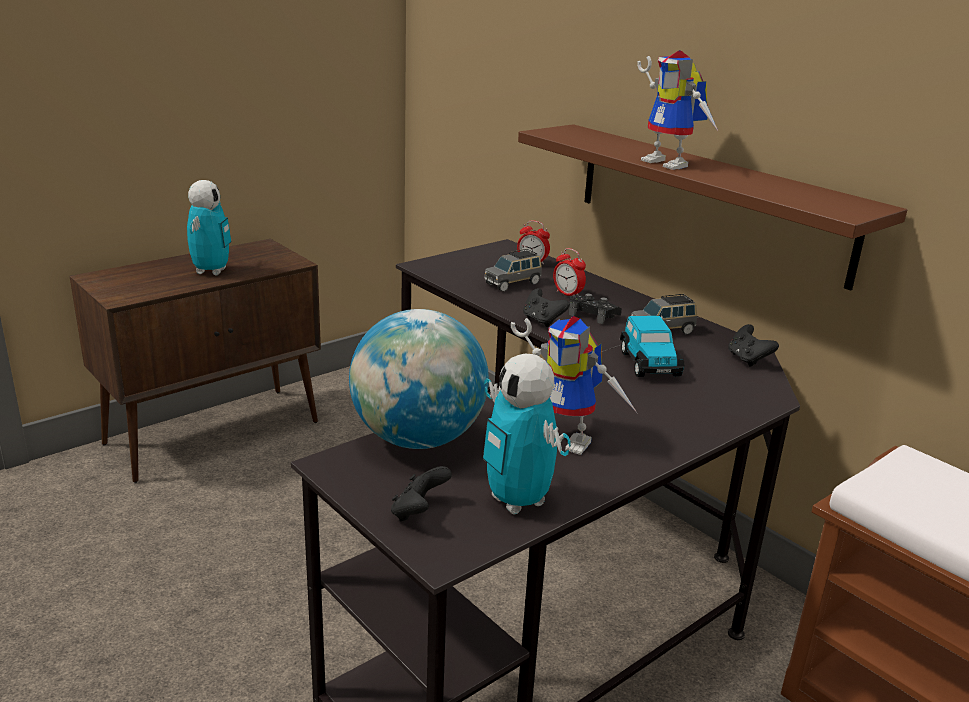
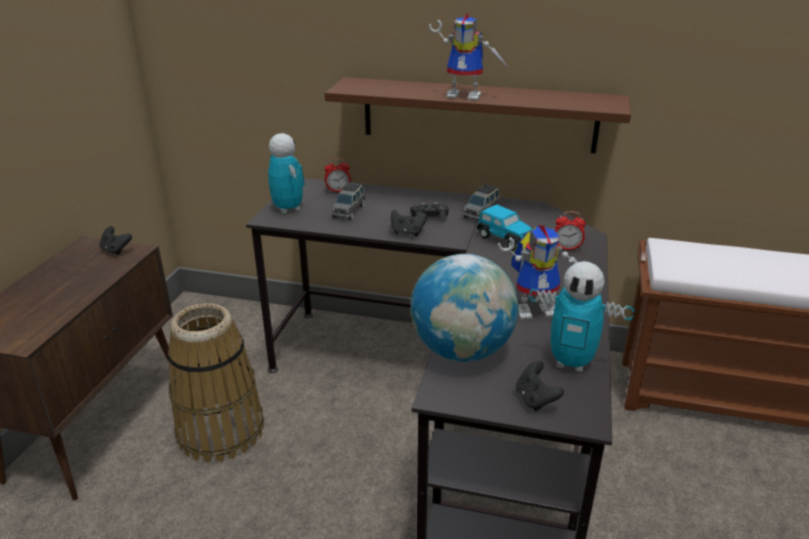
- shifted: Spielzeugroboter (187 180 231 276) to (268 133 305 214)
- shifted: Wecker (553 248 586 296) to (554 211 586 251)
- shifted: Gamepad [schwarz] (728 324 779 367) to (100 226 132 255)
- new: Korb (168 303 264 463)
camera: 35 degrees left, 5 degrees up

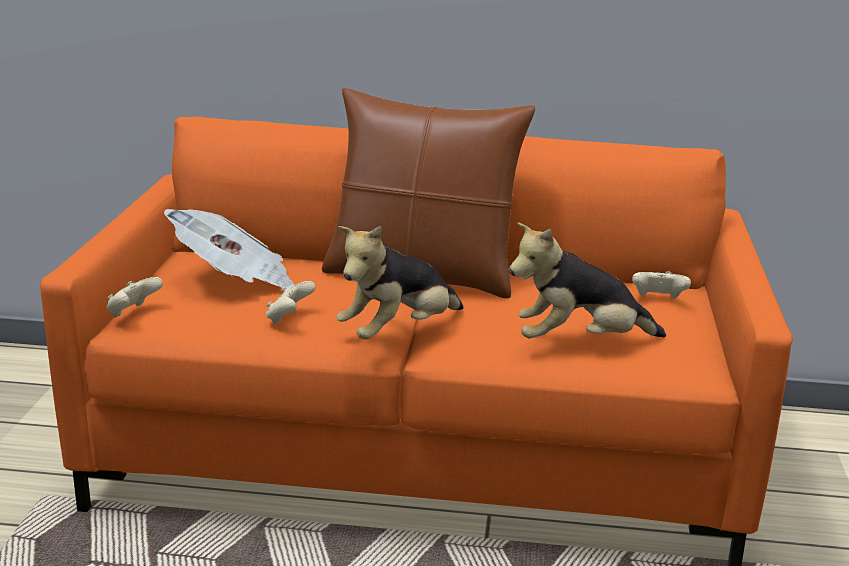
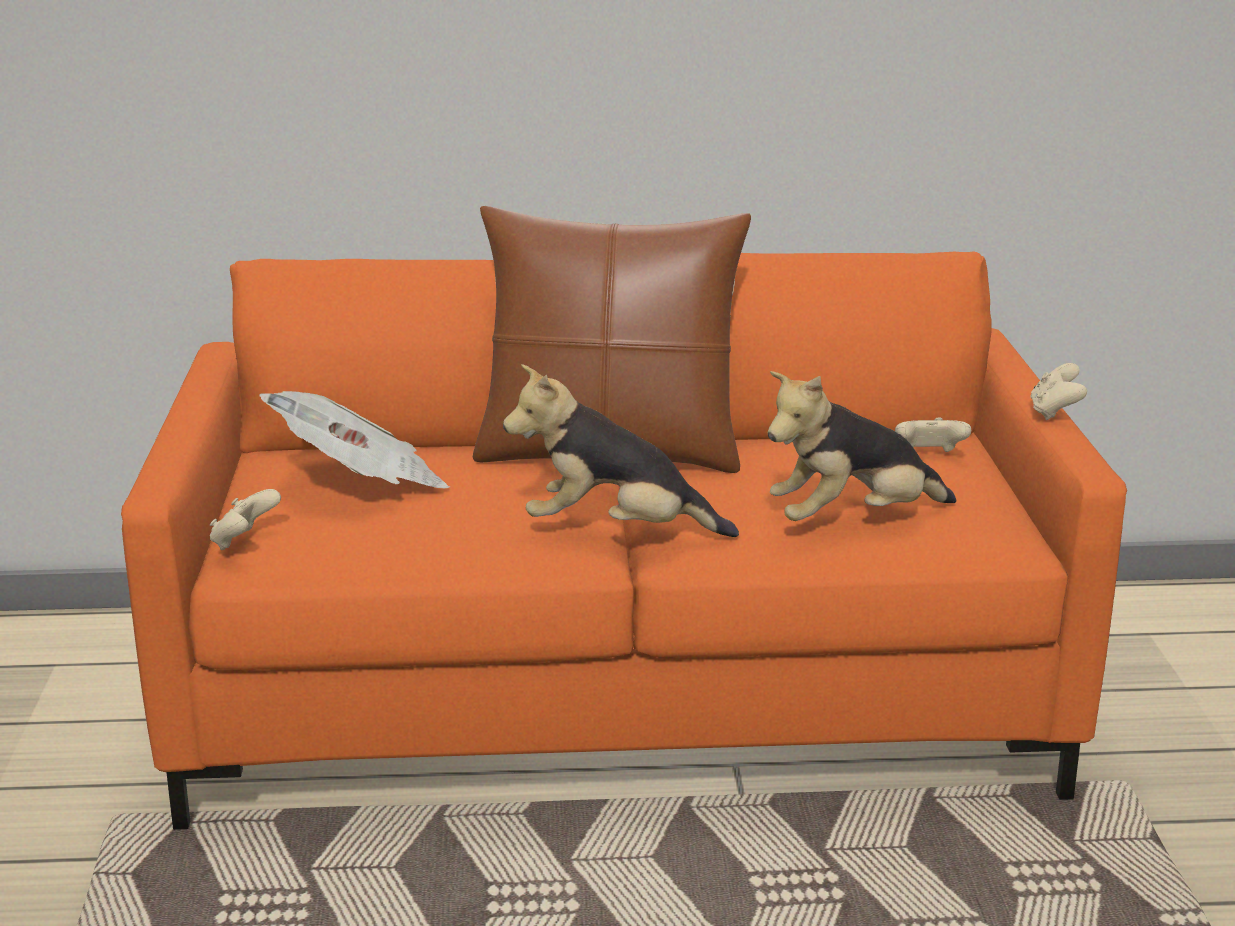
- rotated: Plüschtier (336 226 463 339) = (503 364 739 537) 60 degrees clockwise
- shifted: Gamepad [beige] (266 281 316 324) to (1030 363 1087 420)
camera: 10 degrees left, 0 degrees up

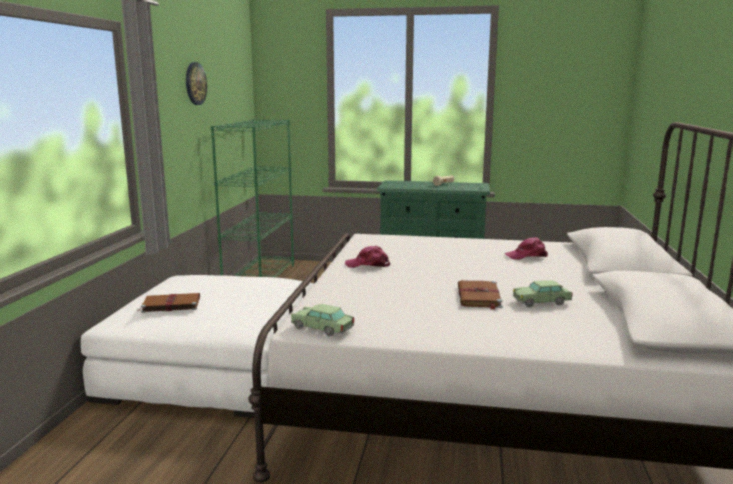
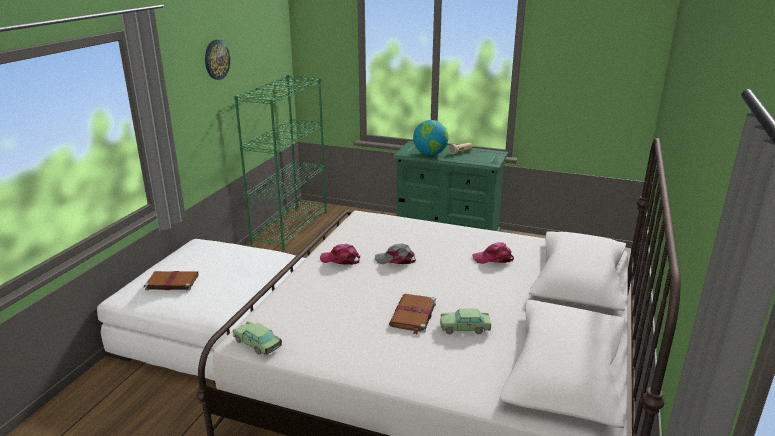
- new: Globus (413 120 449 155)
- new: Kappe [grau] (375 244 416 264)
camera: 10 degrees right, 10 degrees up

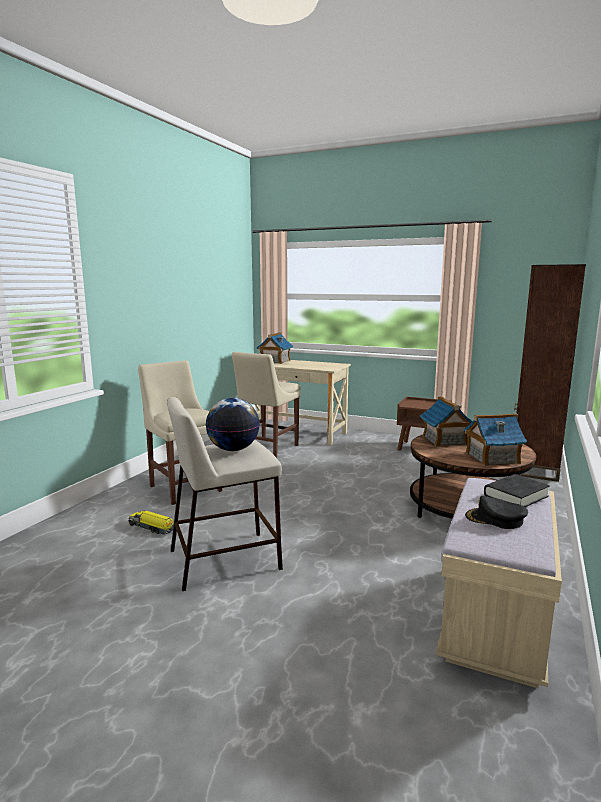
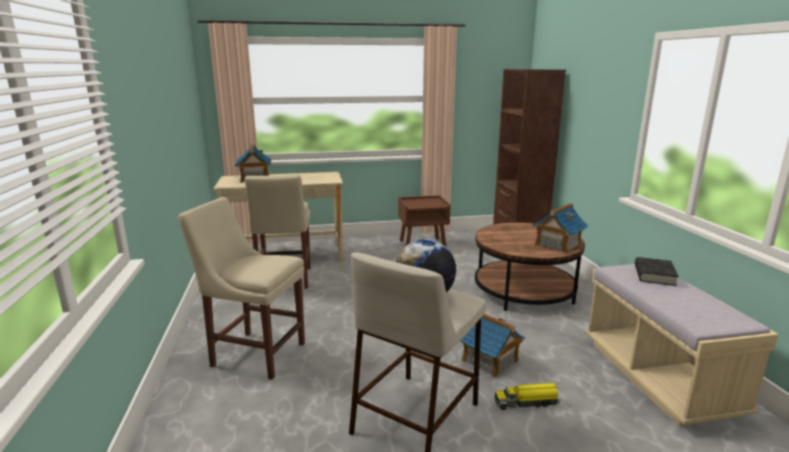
- shifted: Spielzeughaus (420 397 472 447) to (460 314 525 378)
- gone: Kappe [schwarz] (465 496 528 529)
- shifted: Spielzeuglaster (129 510 174 535) to (494 383 560 410)
camera: 35 degrees left, 5 degrees up

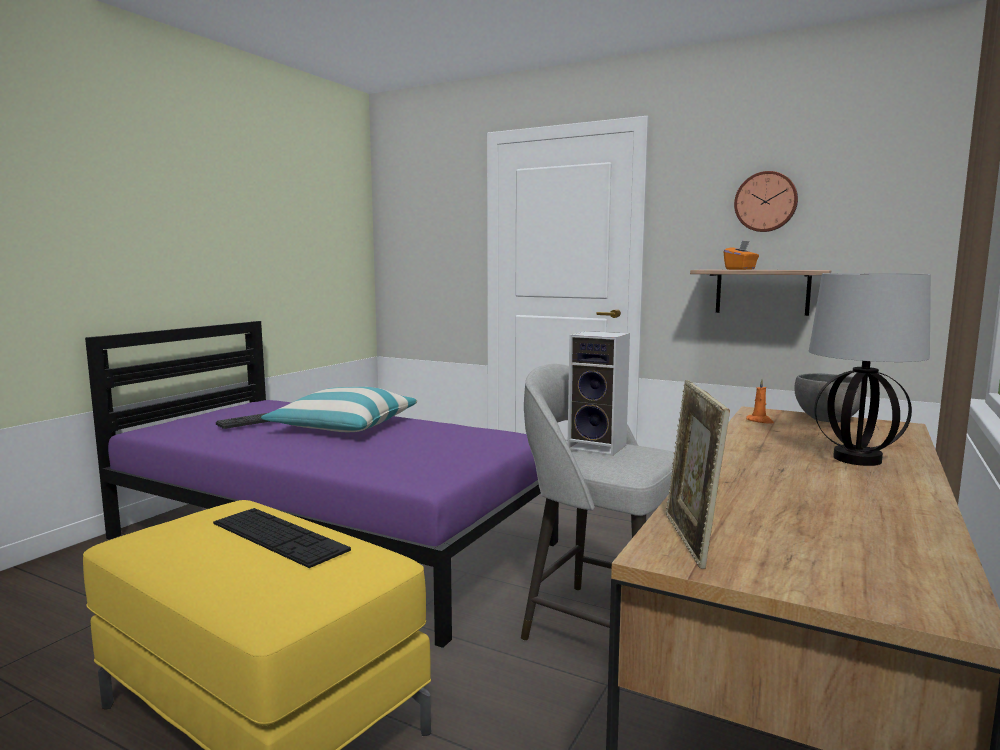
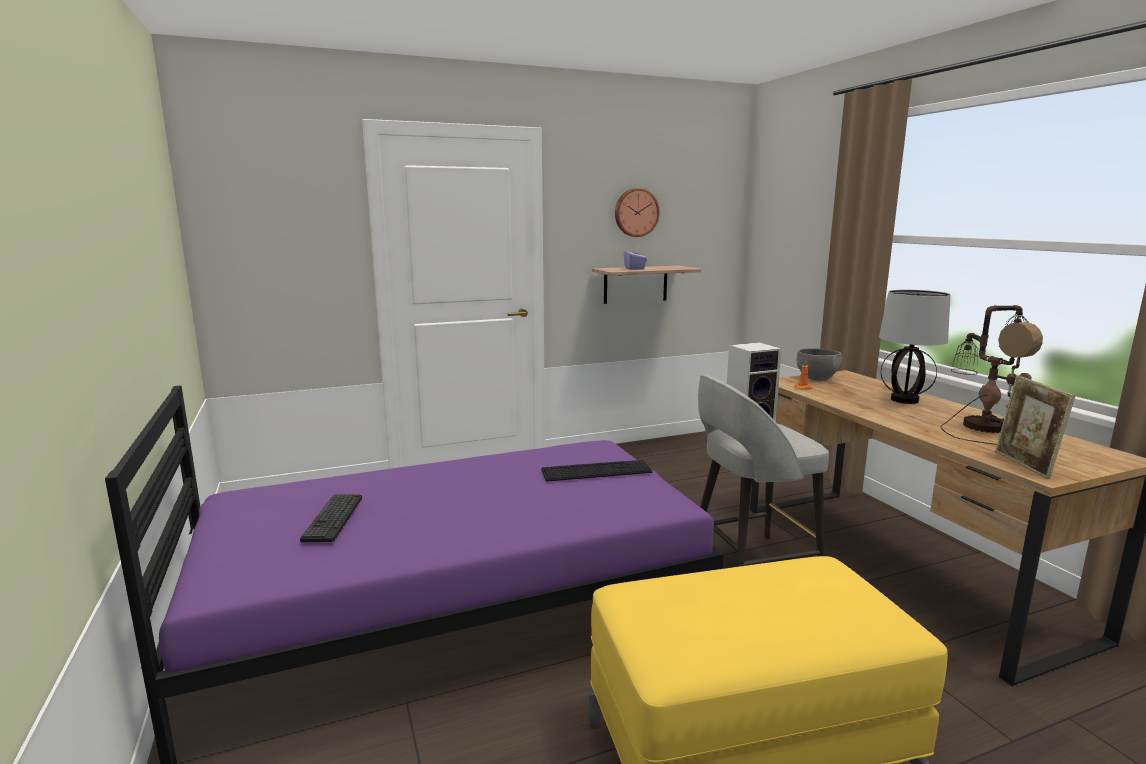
- repainted: Taschentuchbox [orange] (724 240 759 270) to Taschentuchbox [lila] (624 246 647 270)
- rotated: Bilderrahmen (665 380 730 569) = (995 375 1075 479) 45 degrees clockwise
- gone: Kissen (261 387 417 432)
- shifted: Tastatur (213 508 351 568) to (541 460 653 482)
- new: Tischlampe (941 305 1043 445)
camera: 50 degrees left, 5 degrees up

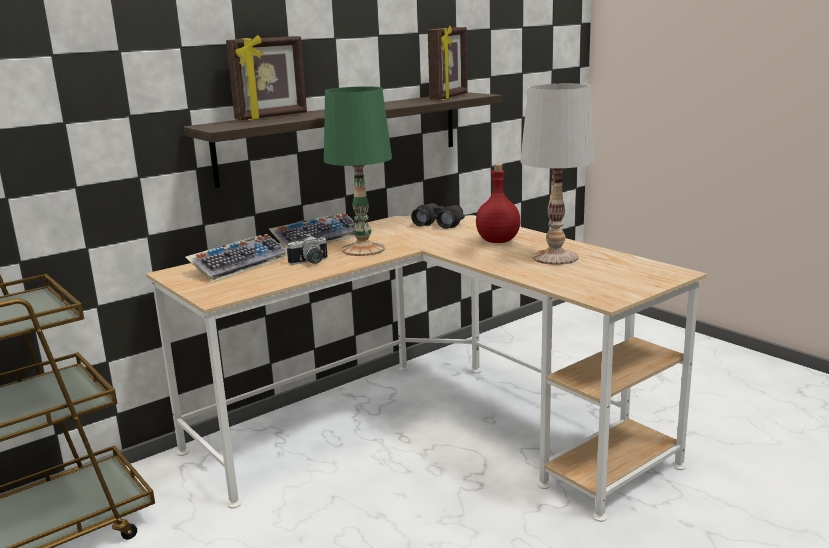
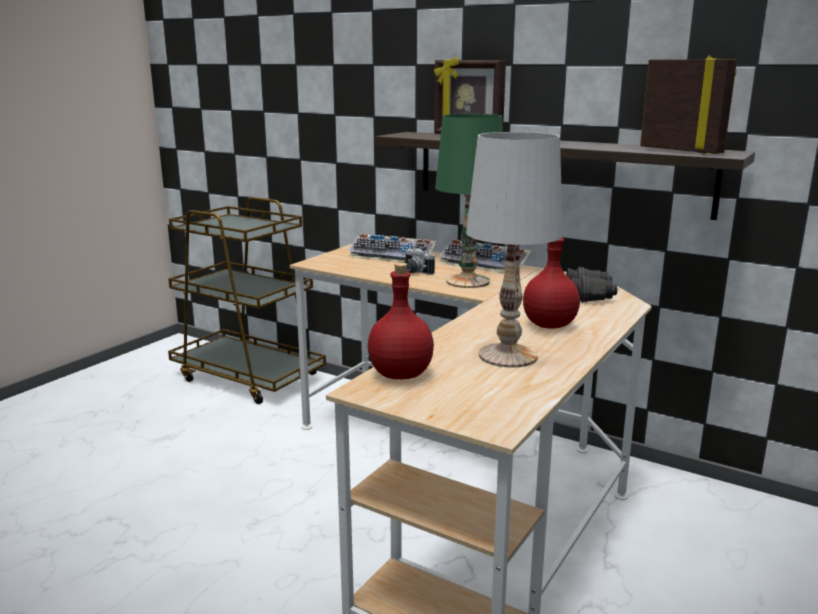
- rotated: Bilderrahmen (428 26 468 100) = (640 55 737 154) 135 degrees counterclockwise
- new: Flasche [rot] (367 263 434 379)
camera: 70 degrees right, 0 degrees up

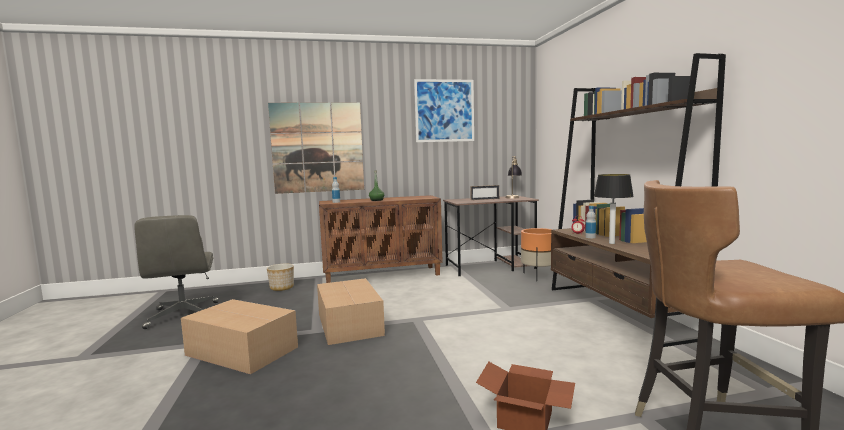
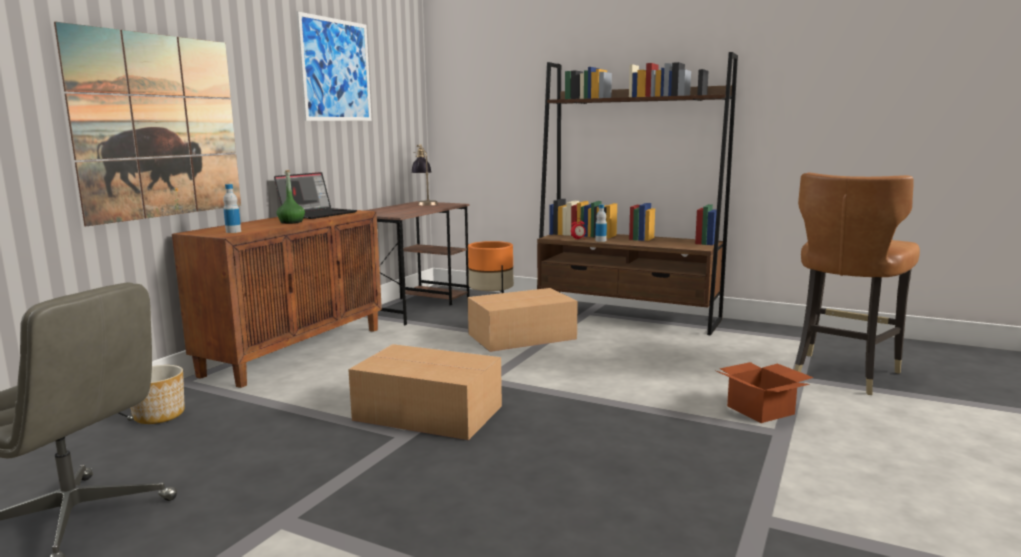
- gone: Tischlampe (594 174 634 244)
- gone: Bilderrahmen (470 185 499 200)
- shifted: Karton (181 299 298 374) to (468 288 578 352)
- new: Laptop (274 172 357 219)
camera: 50 degrees left, 5 degrees up

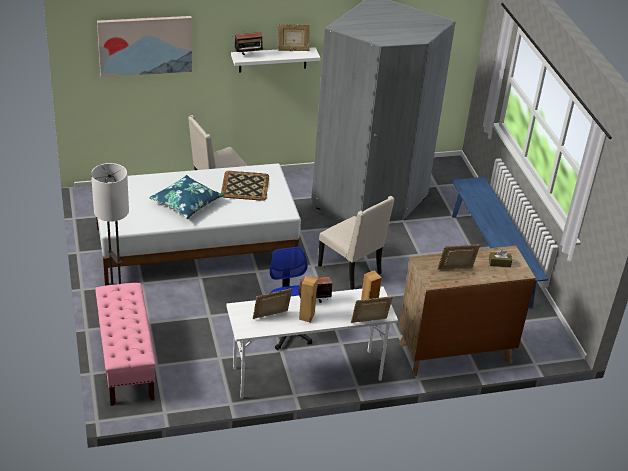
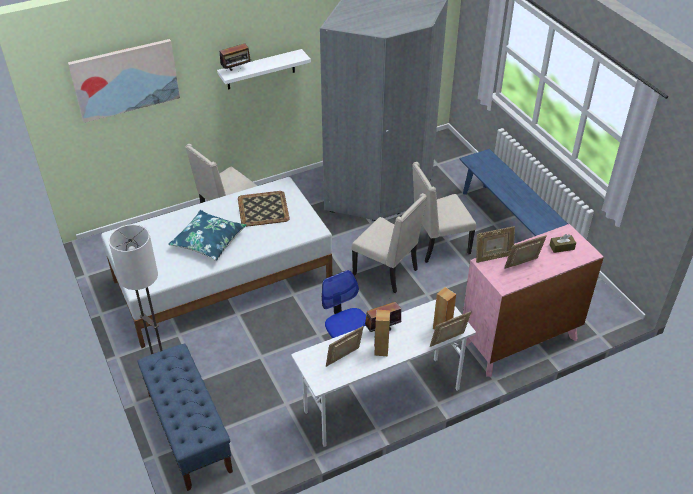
- shifted: Bilderrahmen (278 24 310 51) to (476 226 515 263)
- repainted: Kommode [braun] (399 246 536 376) to Kommode [rosa] (461 224 604 377)
- repainted: Bank [rosa] (95 283 156 406) to Bank [blau] (137 344 233 491)
- new: Stuhl [beige] (412 162 476 263)
camera: 10 degrees left, 5 degrees up

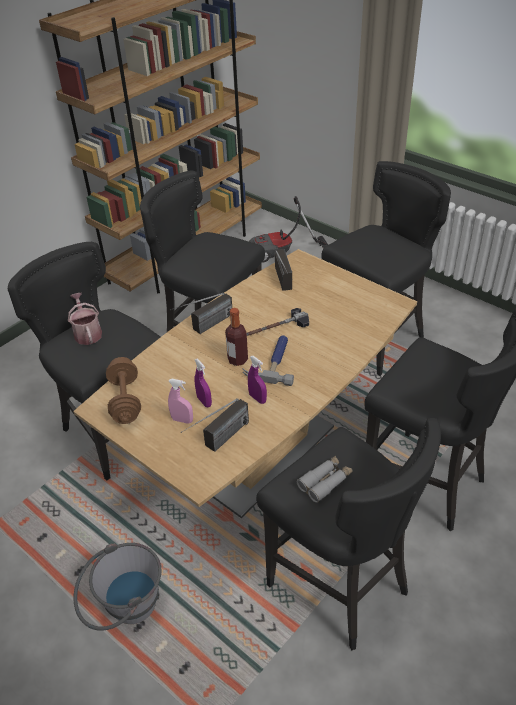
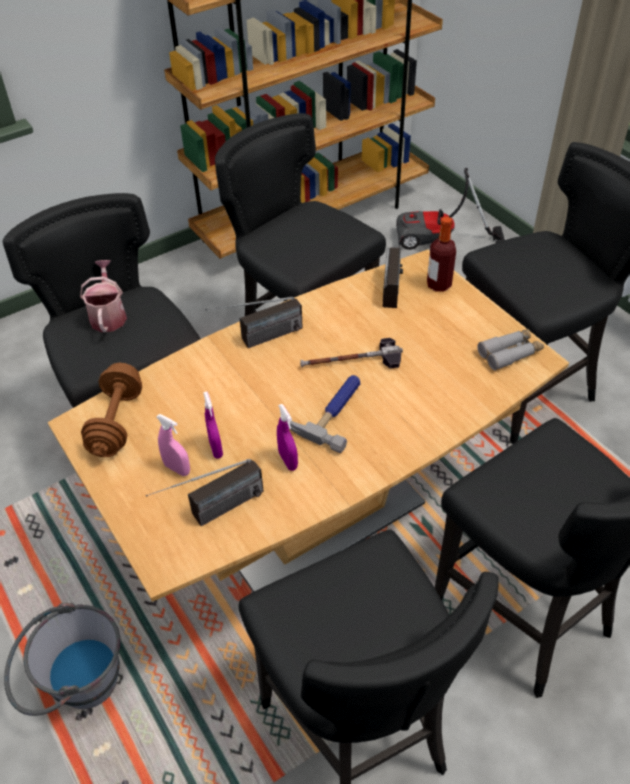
- shifted: Flasche (225 308 248 366) to (427 217 456 292)
- shifted: Fernglas [grau] (297 456 353 503) to (477 329 544 371)
camera: 15 degrees right, 5 degrees up

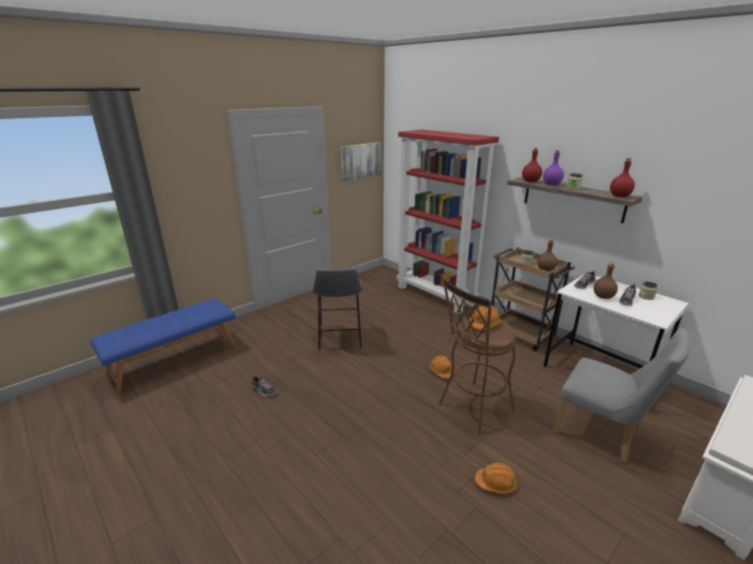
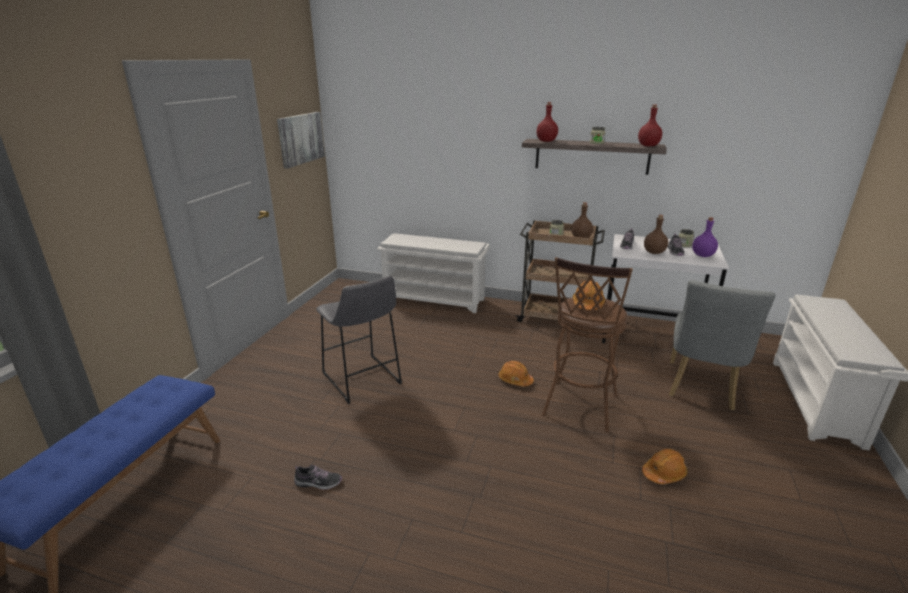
- swapped: Bücherregal [rot] (397 130 499 314) to Schuhregal [weiß] (377 233 490 313)
- shifted: Flasche [lila] (543 150 564 185) to (692 217 718 257)
- rotated: Stuhl [grau] (553 328 691 463) = (669 280 776 410) 105 degrees clockwise
camera: 30 degrees left, 0 degrees up

